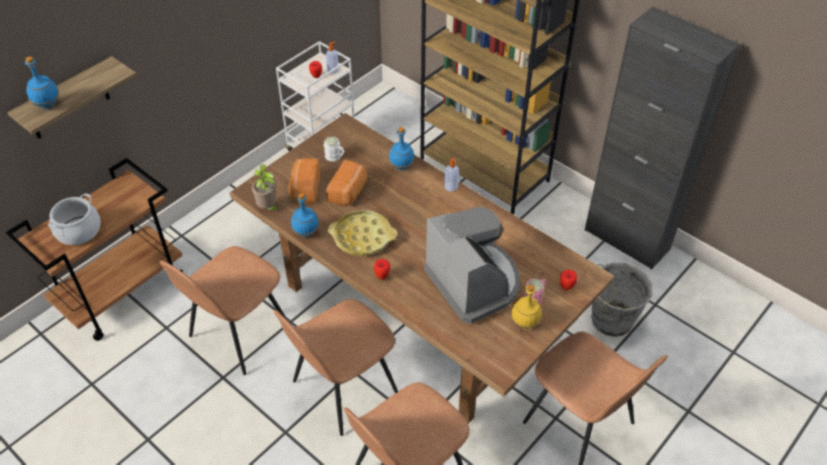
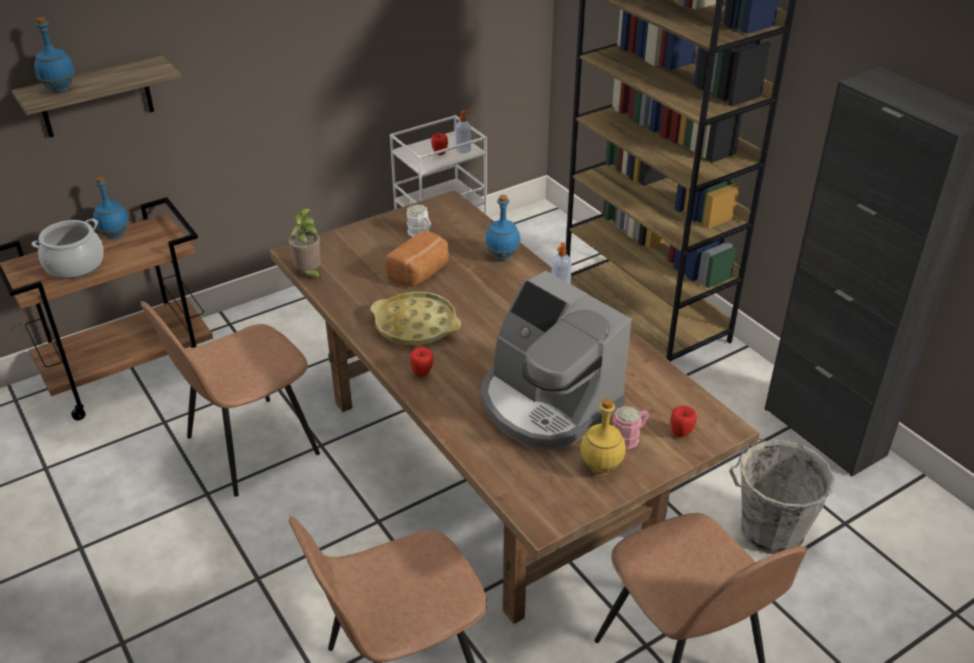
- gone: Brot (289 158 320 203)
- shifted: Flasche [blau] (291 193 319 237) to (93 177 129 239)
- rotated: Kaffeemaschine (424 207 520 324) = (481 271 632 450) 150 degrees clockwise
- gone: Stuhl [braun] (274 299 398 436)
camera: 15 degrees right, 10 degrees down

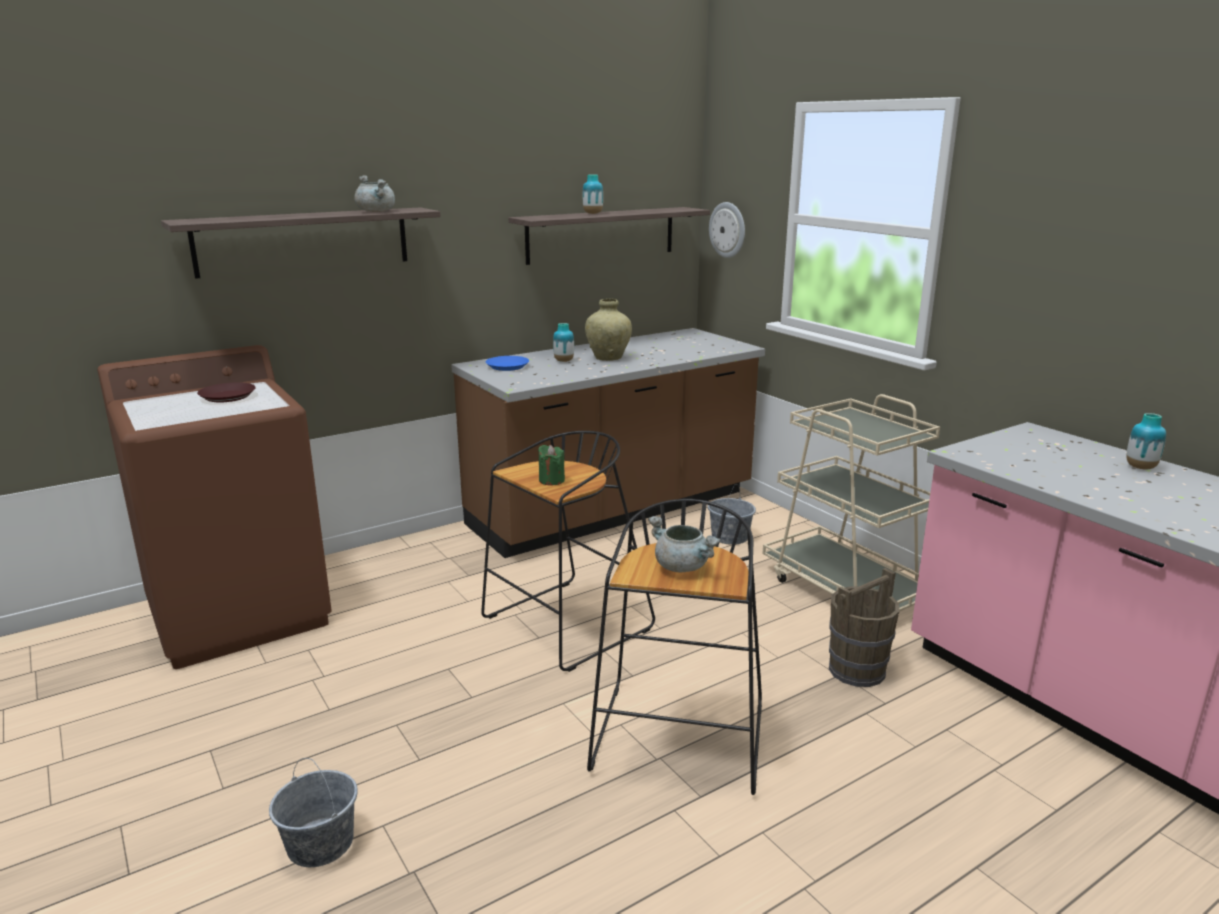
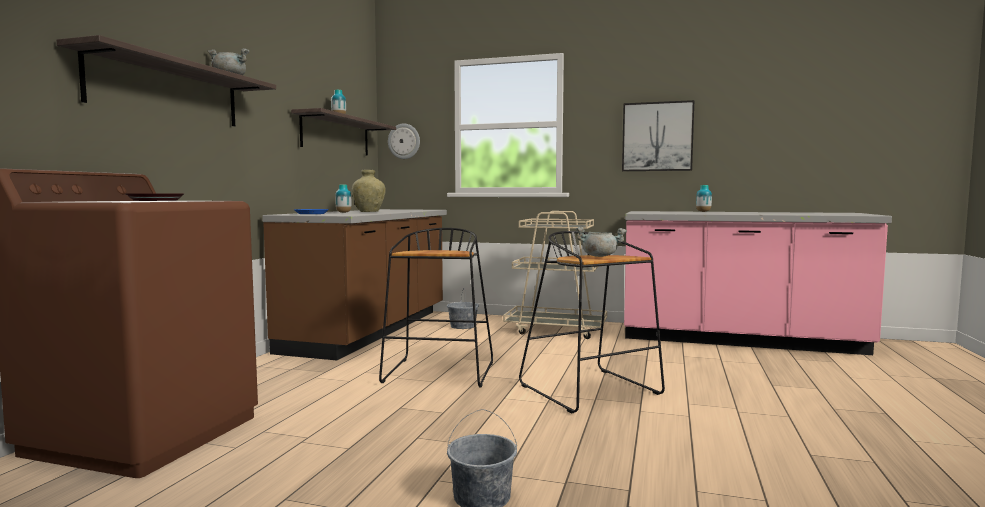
- gone: Kerze [grün] (538 445 565 486)
- gone: Eimer [braun] (829 568 899 687)
- new: Bild (622 100 694 171)
camera: 40 degrees left, 15 degrees down

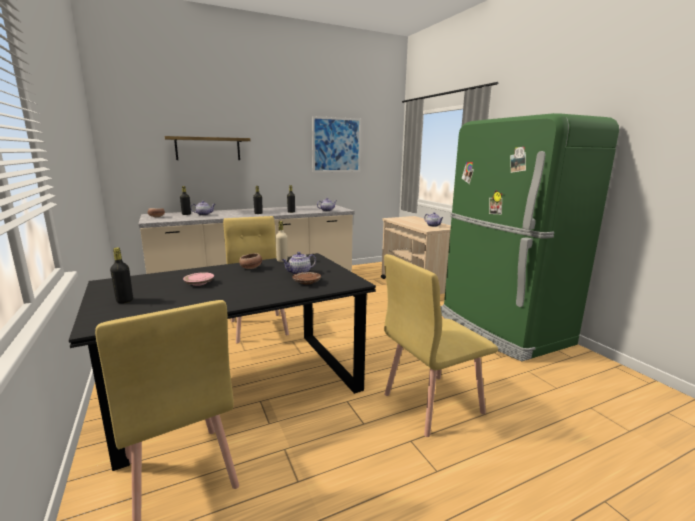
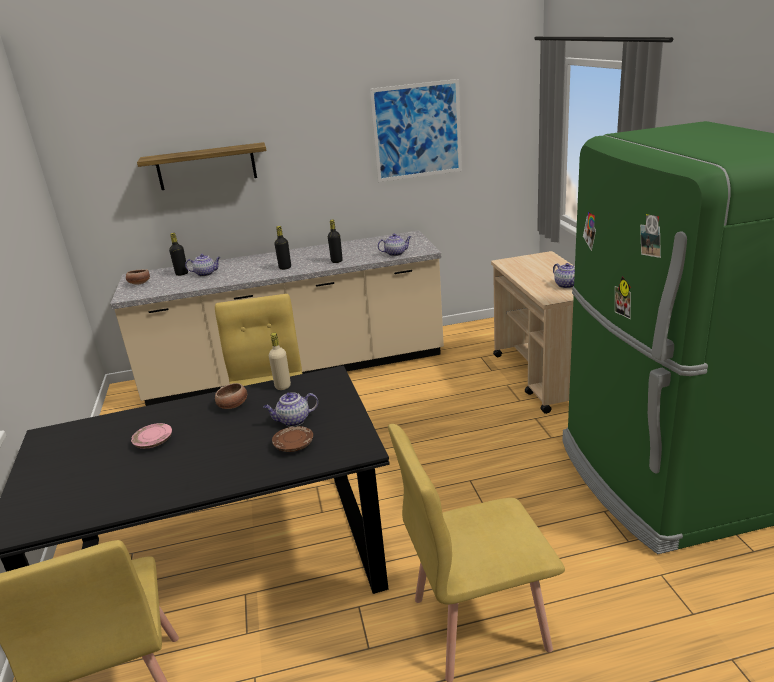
- gone: Flasche [schwarz] (110 247 133 304)
camera: 15 degrees right, 10 degrees up

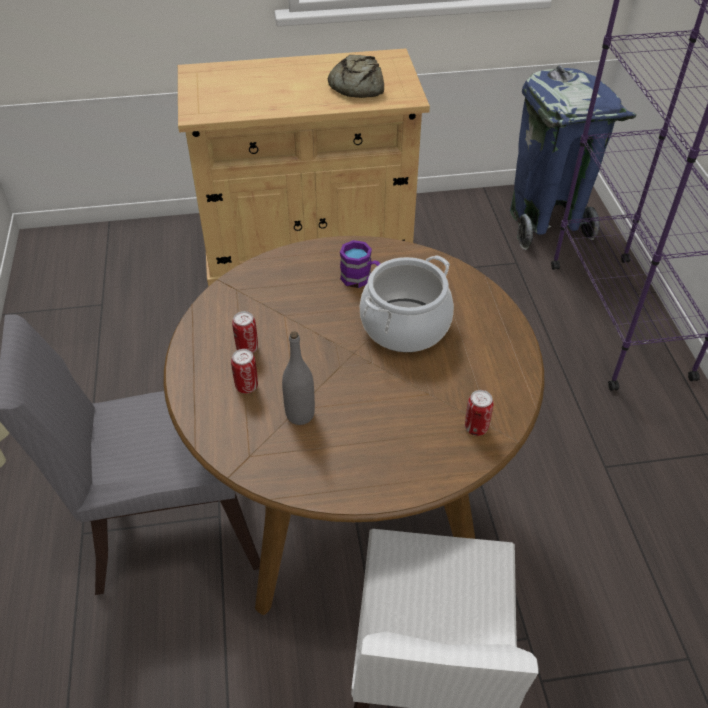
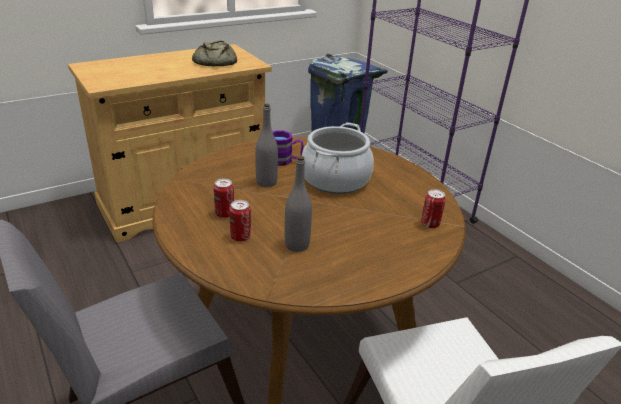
- new: Flasche [grau] (255 104 278 187)
camera: 25 degrees left, 15 degrees down

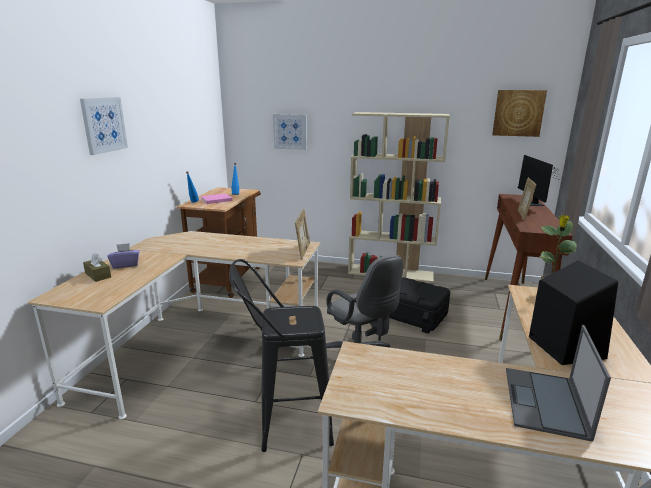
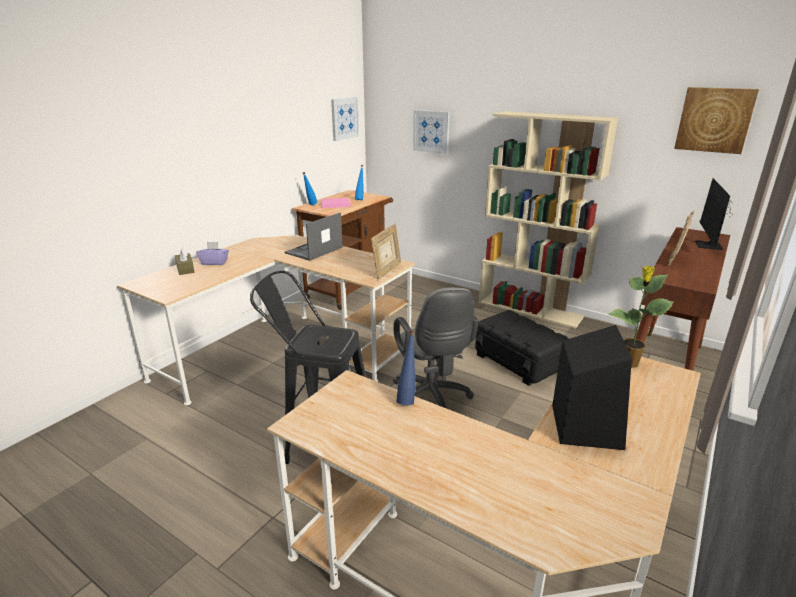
- shifted: Bild (80 97 128 155) to (331 97 359 141)
- shifted: Laptop (506 325 611 442) to (285 213 343 261)
- new: Flasche [blau] (396 330 416 405)
camera: 20 degrees right, 5 degrees up

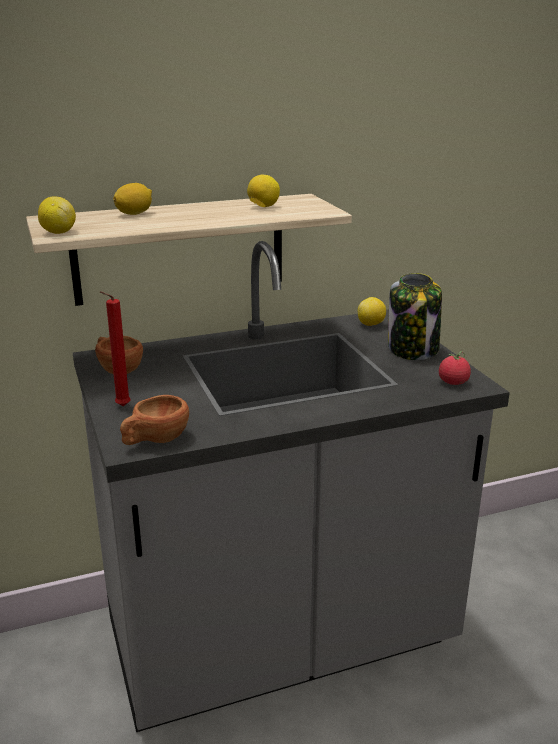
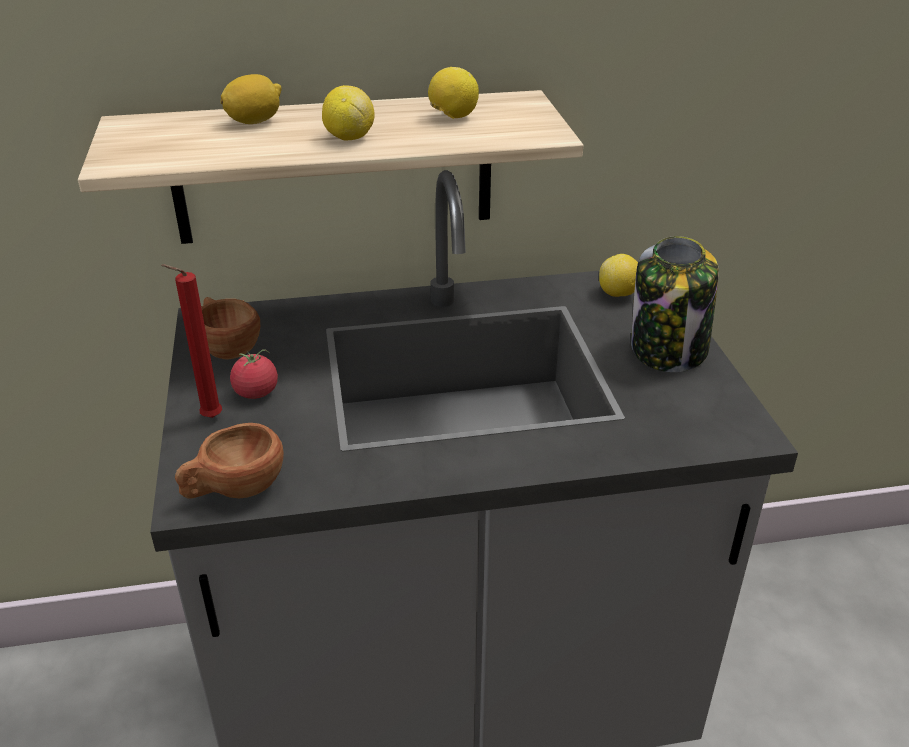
- shifted: Zitrone (38 196 76 234) to (322 85 375 140)
- shifted: Tomate (439 351 471 385) to (230 349 278 399)
camera: 10 degrees right, 10 degrees up

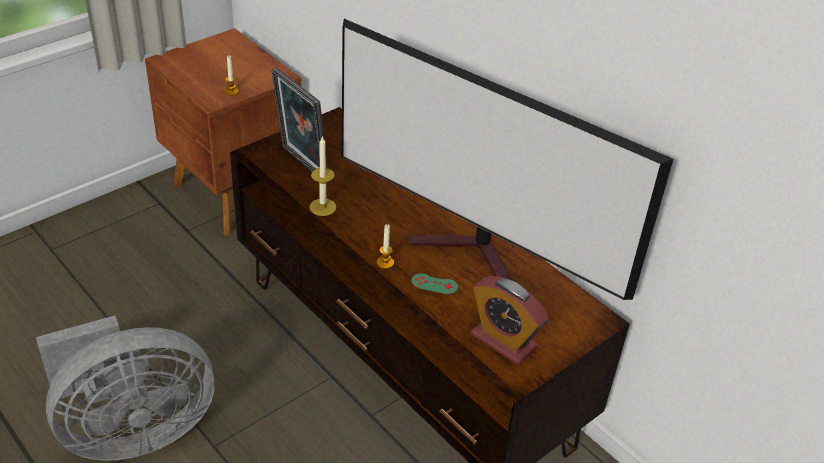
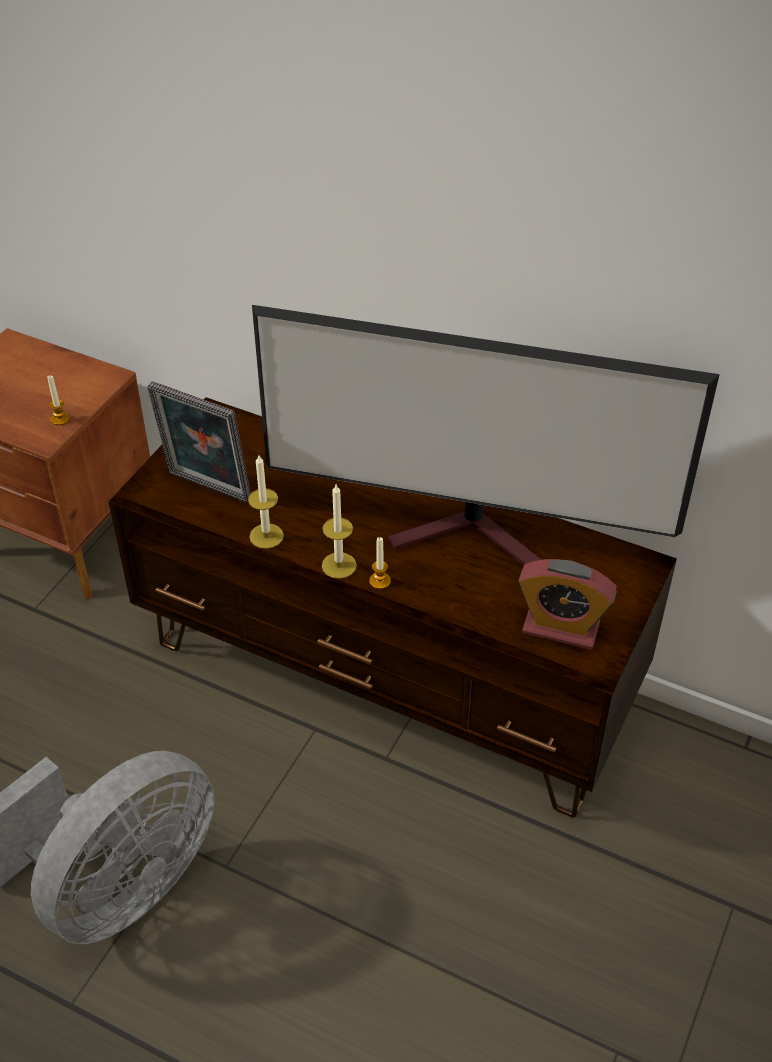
- gone: Gamepad [grün] (411 273 458 295)
- new: Kerze (322 485 357 579)
camera: 20 degrees left, 5 degrees up

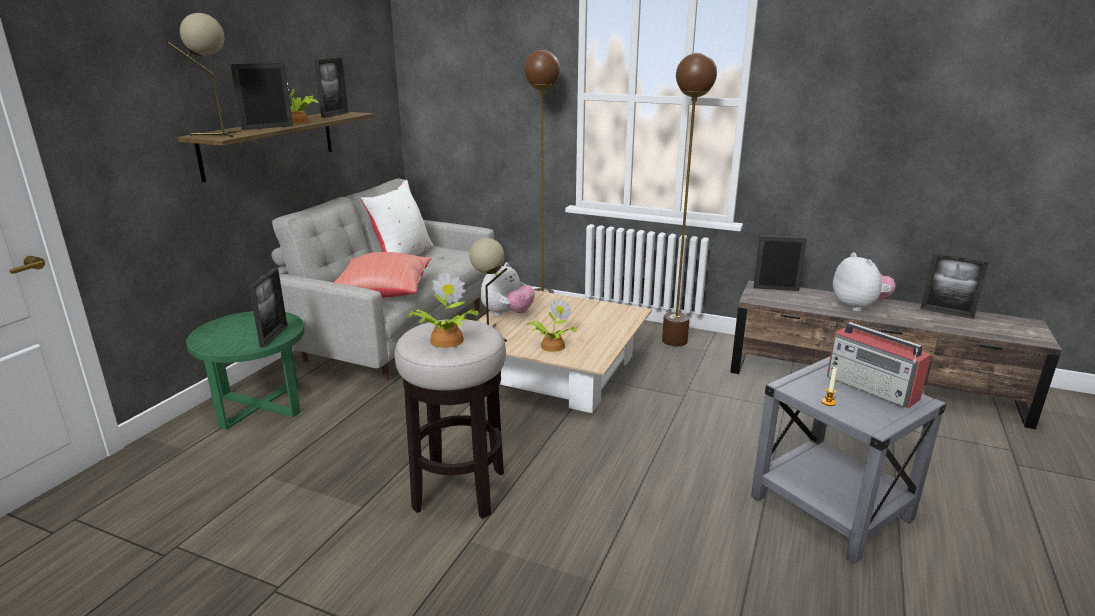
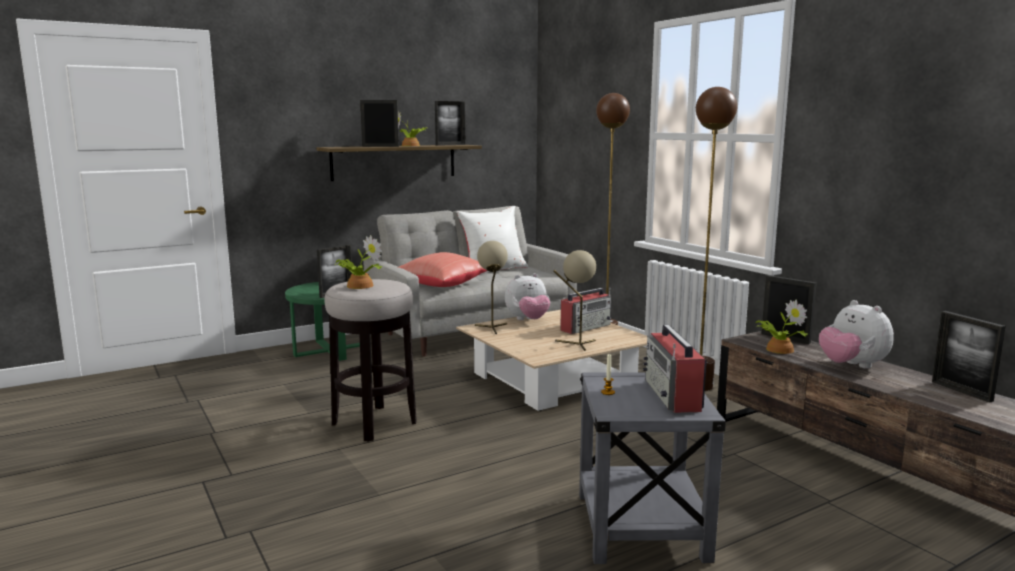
- shifted: Tischlampe [beige] (168 13 241 137) to (554 250 596 351)
- rotated: Plüschtier (833 253 896 312) = (819 300 894 369) 135 degrees clockwise
- shifted: Topfpflanze (527 298 577 352) to (755 300 808 354)
- new: Radio (560 288 611 334)
camera: 35 degrees right, 10 degrees down

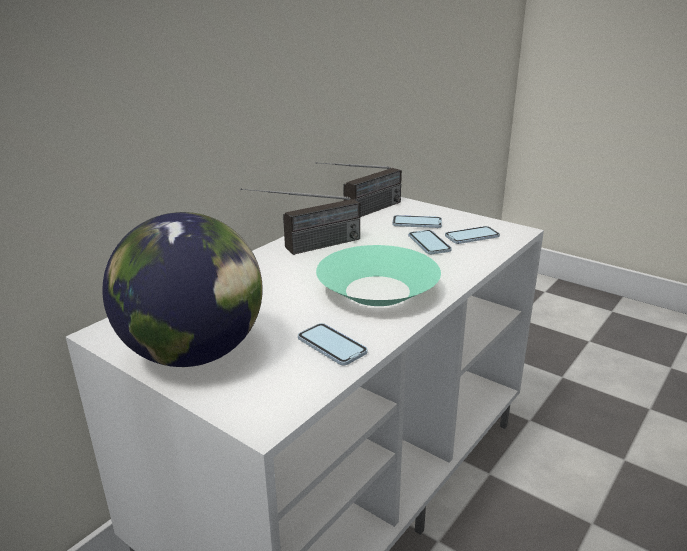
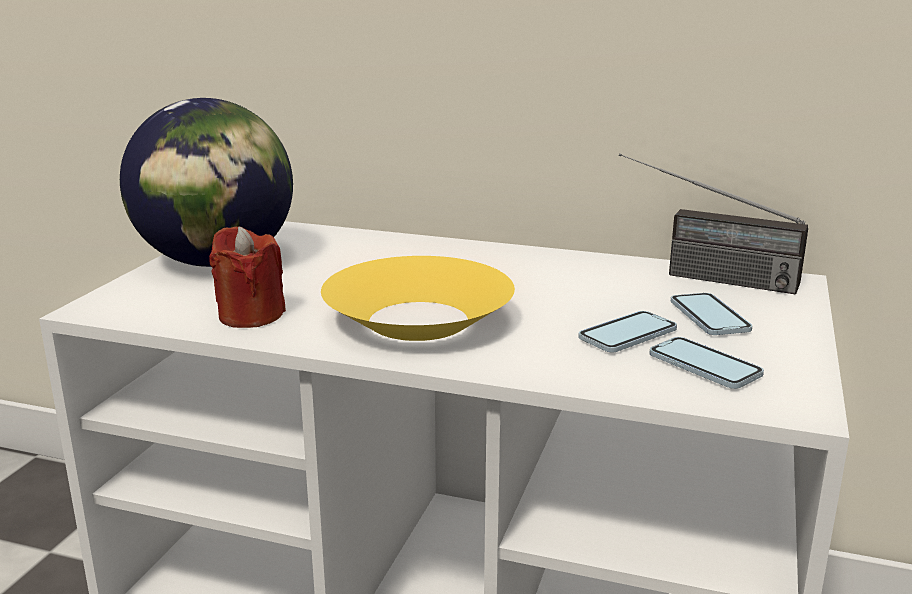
- gone: Radio (240 188 361 255)
- repainted: Schüssel [türkis] (316 245 441 306) to Schüssel [gelb] (321 256 515 341)
- swapped: Handy (298 323 368 365) to Kerze [rot] (209 226 286 328)
camera: 70 degrees right, 5 degrees down

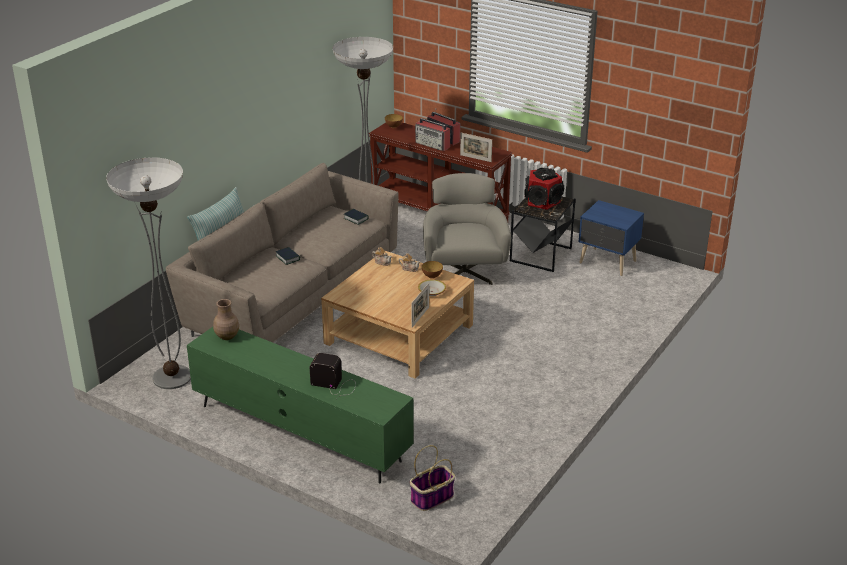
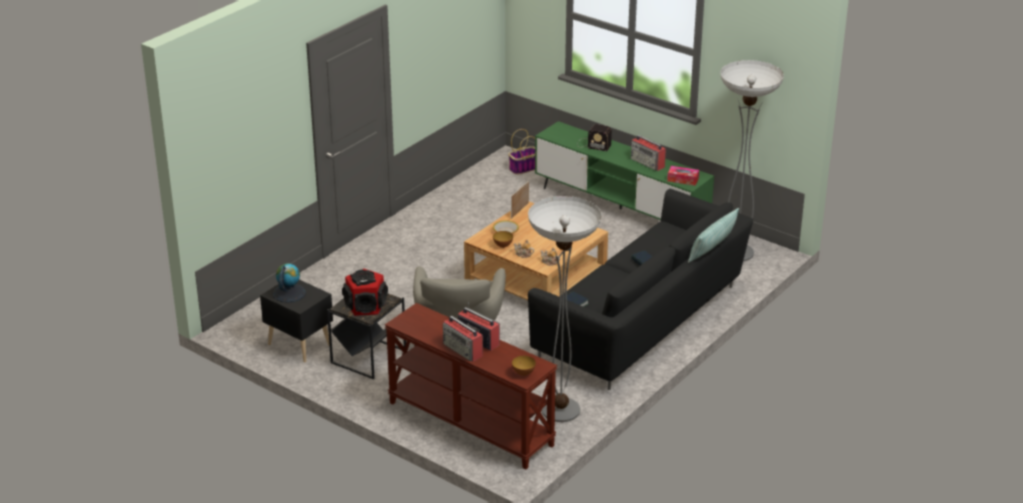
- gone: Bilderrahmen (460 133 492 162)
- repainted: Sofa [beige] (166 163 399 343) to Sofa [schwarz] (528 189 753 390)
- repainted: Nachttisch [blau] (579 200 644 276) to Nachttisch [schwarz] (260 280 333 362)
- swapped: Vase [braun] (213 299 239 340) to Taschentuchbox (667 166 699 186)
- new: Radio (631 135 666 171)
- new: Globus (273 263 306 303)
camera: 175 degrees left, 0 degrees up

